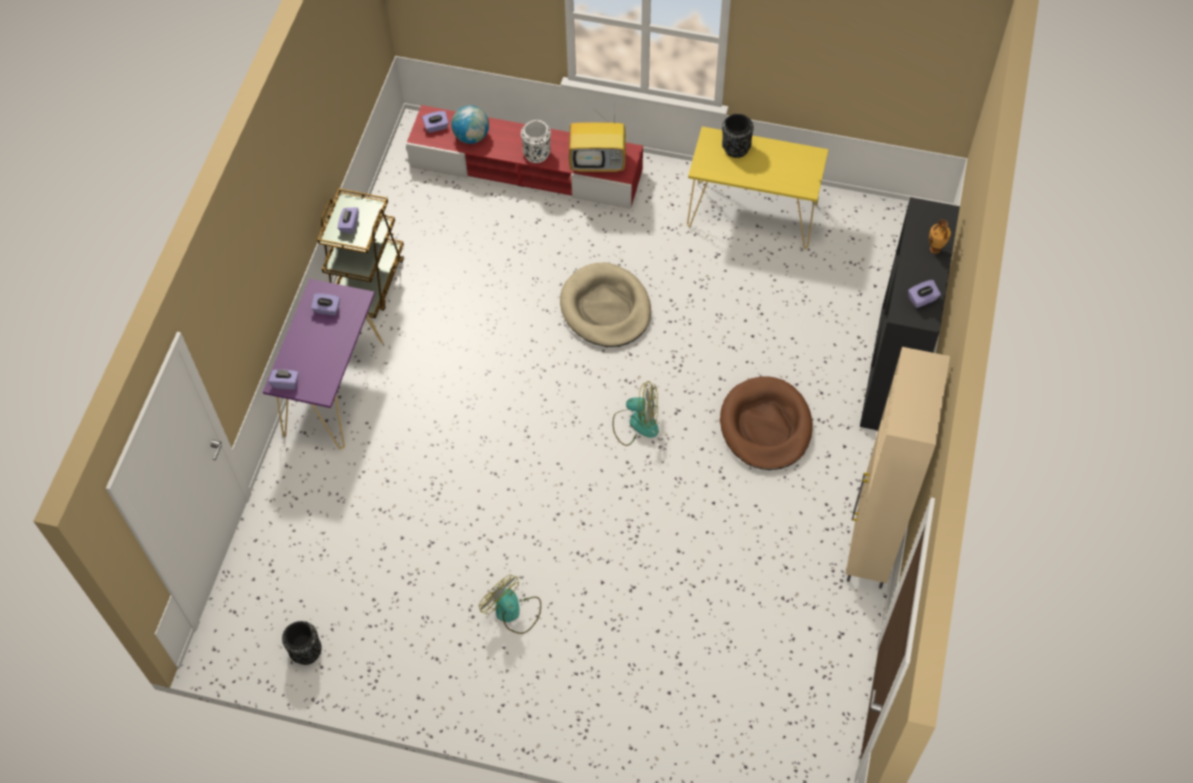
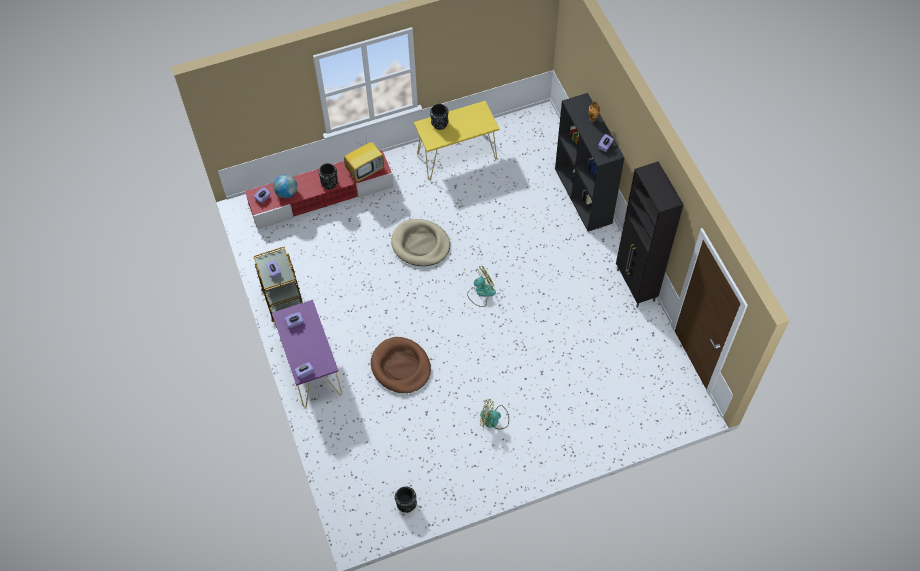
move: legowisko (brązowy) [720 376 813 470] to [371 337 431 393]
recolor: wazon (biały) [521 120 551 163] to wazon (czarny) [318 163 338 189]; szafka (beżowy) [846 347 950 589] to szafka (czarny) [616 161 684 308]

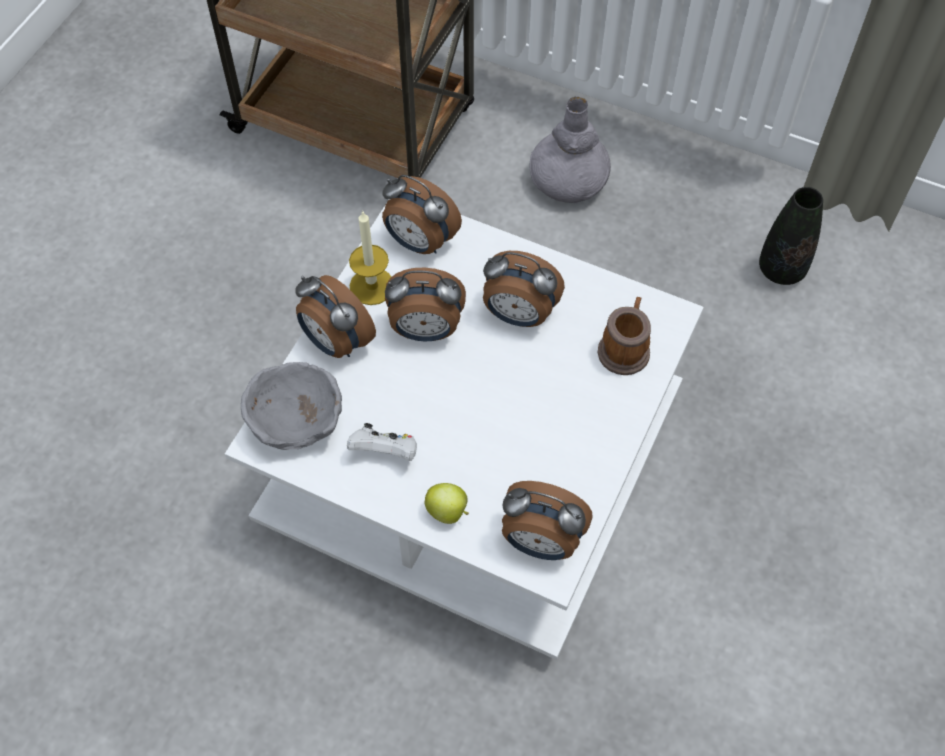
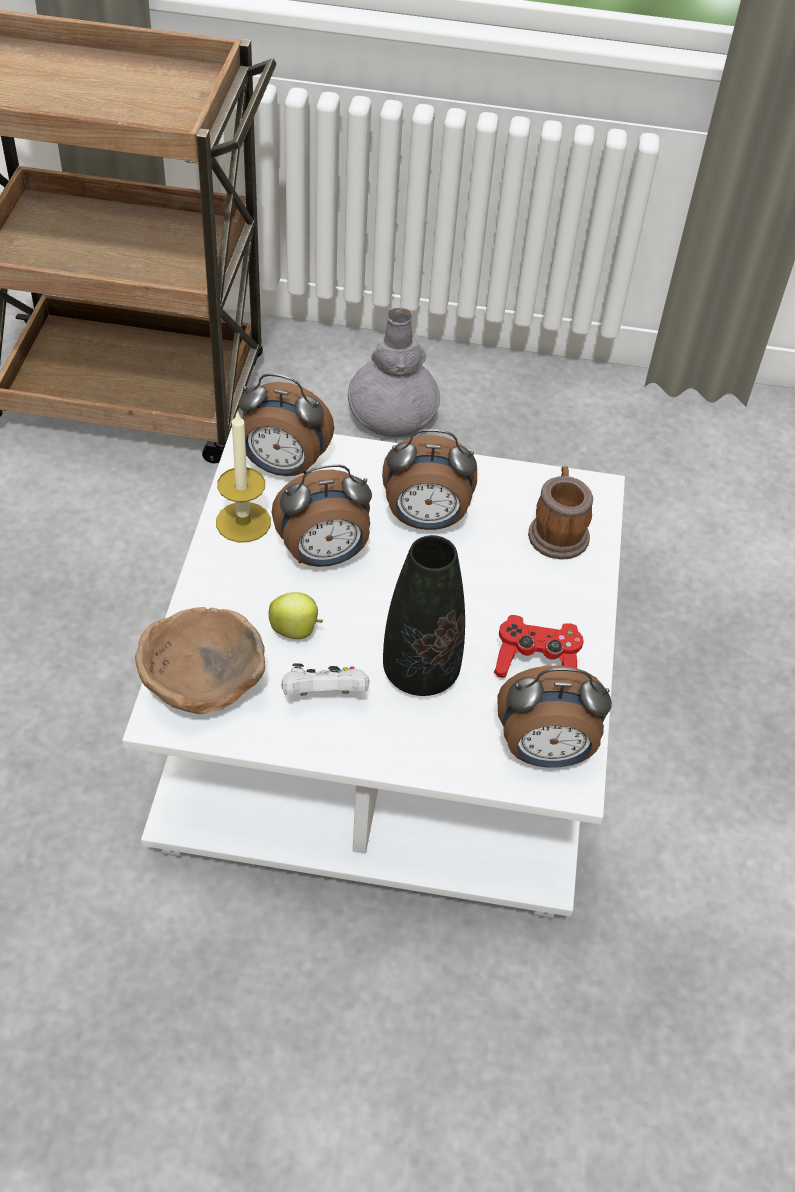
delete: budzik [295 275 376 358]
insert: pad do gier (czerwony) [494 615 583 678]
move: jabłko [425 483 469 524] to [268 592 323 639]; wazon (czarny) [759 187 823 285] to [383 535 465 696]
recolor: miska (szary) [241 362 342 450] to miska (brązowy) [135 607 265 714]

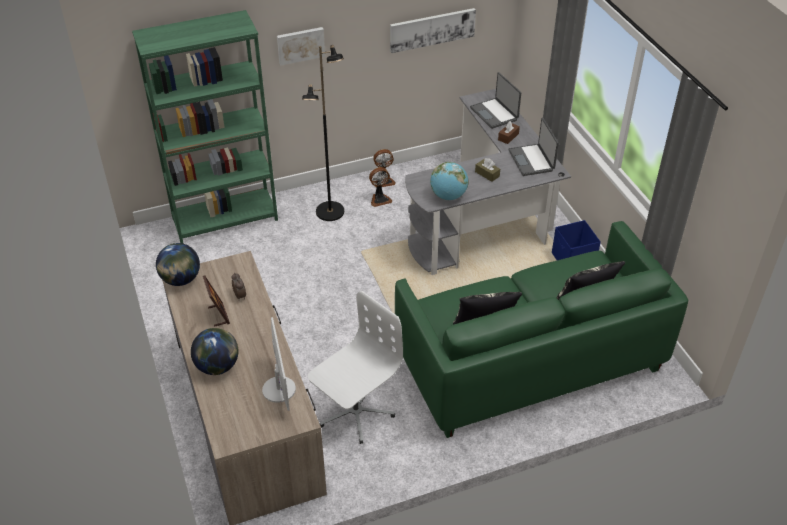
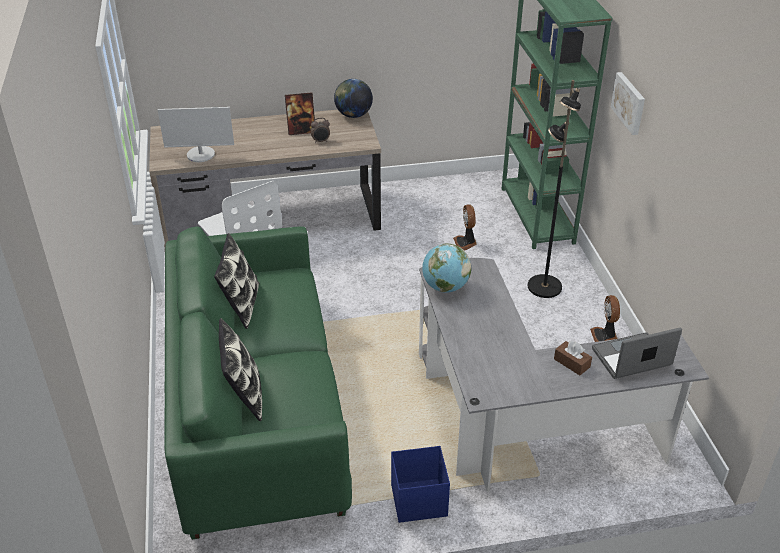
delete: globus [191 328 239 375]; obraz [390 8 476 53]; pudełko chusteczek (brązowy) [475 158 500 182]; laptop [508 118 559 176]
move: wentylator [369 167 392 207] to [453 204 477 251]

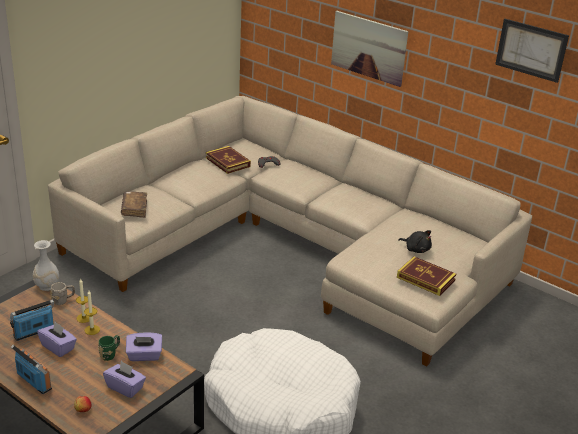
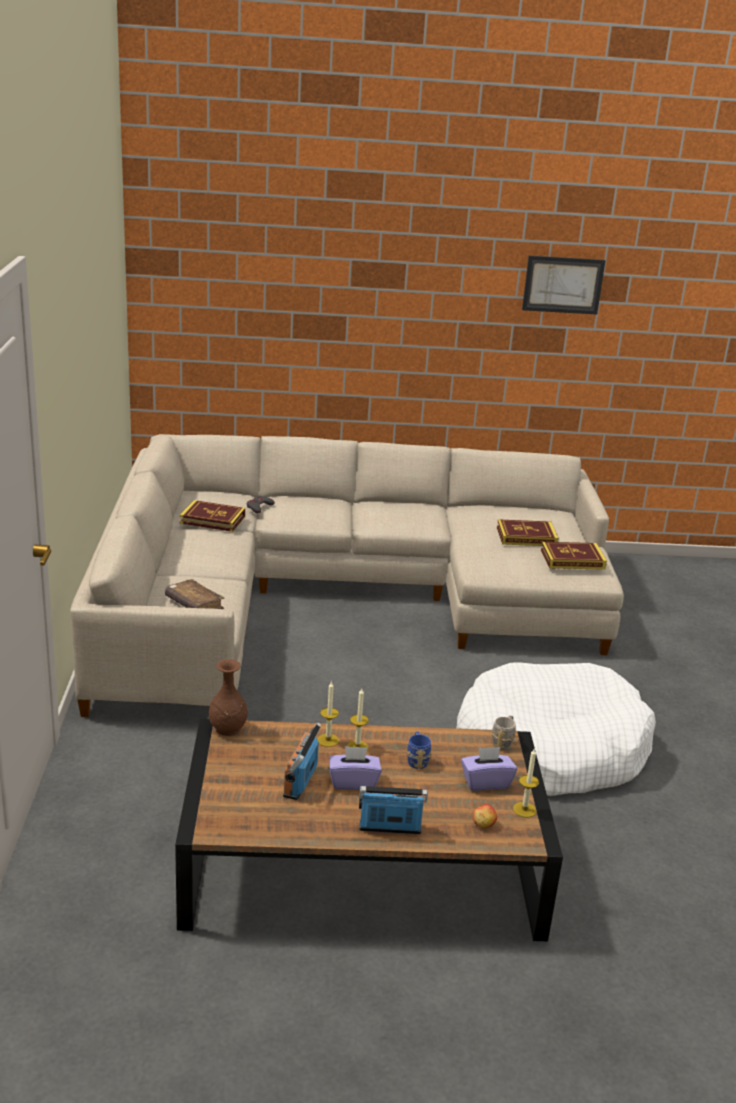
delete: pudełko chusteczek (fioletowy) [126 333 162 361]; obraz [331 11 408 87]
insert: świeca [513 749 539 818]
move: kubek (szary) [50 282 75 305] to [492 715 516 750]
replace: pluszak (czarny) [398 230 432 253] to książka [497 519 558 546]
recolor: wazon (biały) [33 240 59 291] to wazon (brązowy) [209 659 247 736]; kubek (zielony) [98 335 120 361] to kubek (niebieski) [407 732 431 769]

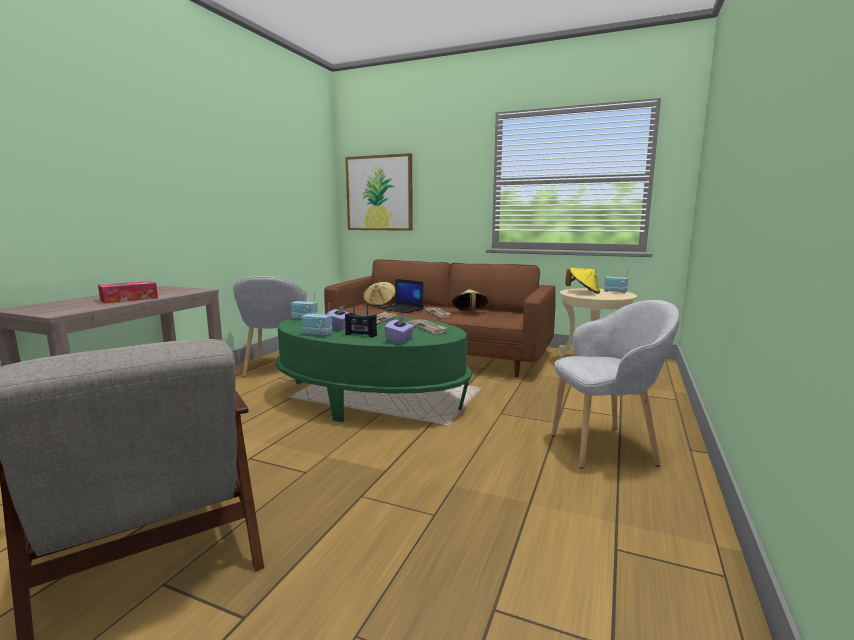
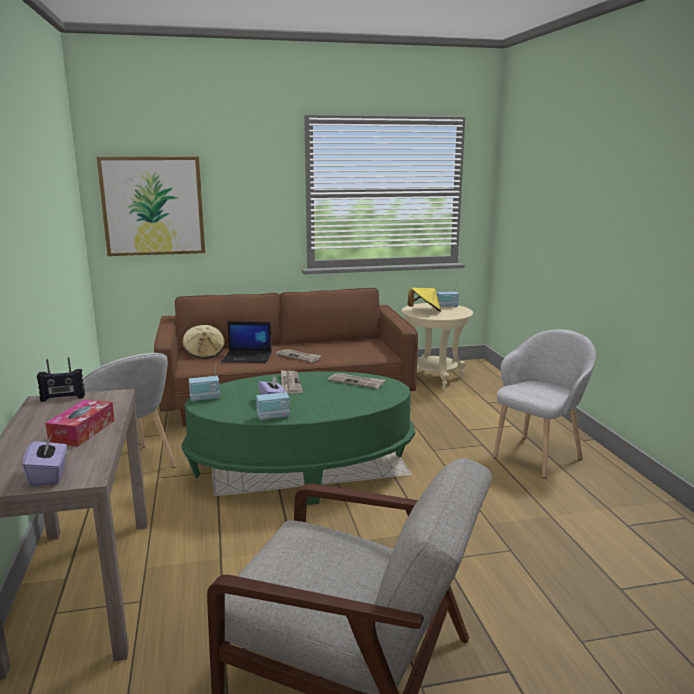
delete: kapelusz (beżowy) [452 289 489 310]
move: radio [345 303 377 337] to [37 357 85 402]; pudełko chusteczek (fioletowy) [384 315 415 344] to [22 435 67 487]

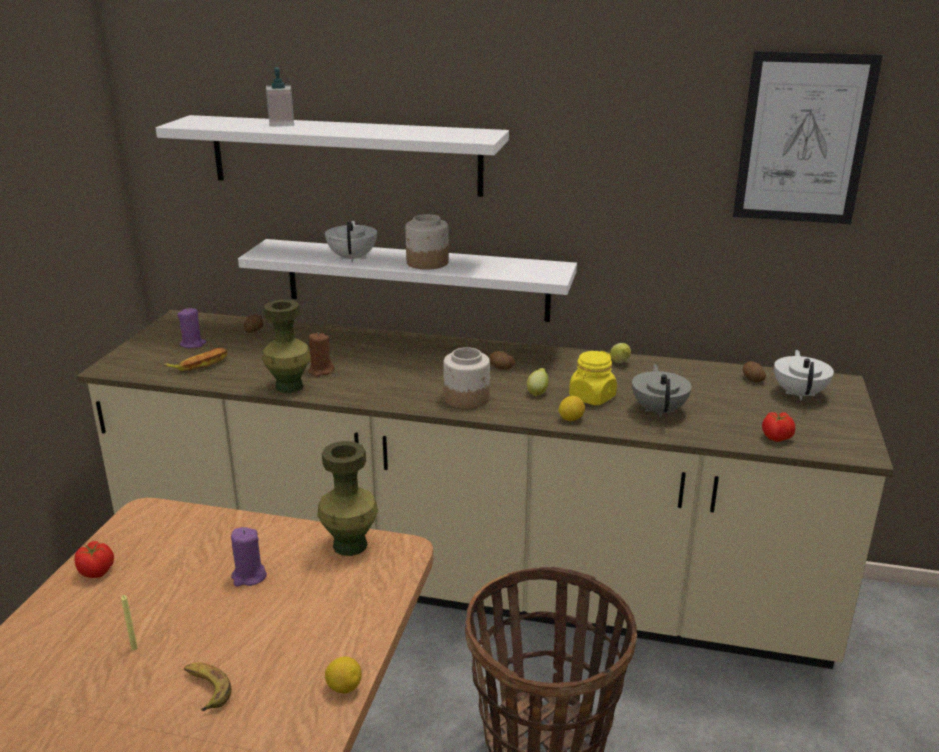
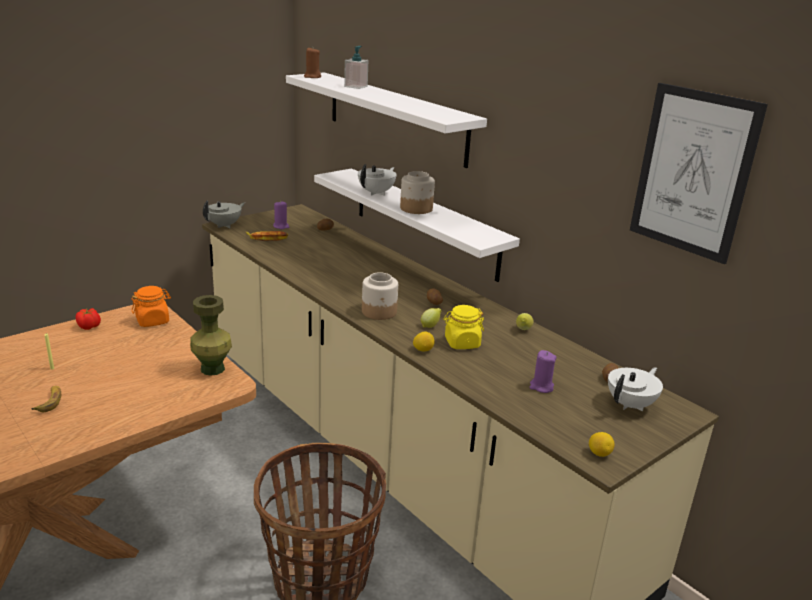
delete: wazon (zielony) [262 299 311 393]; pomidor [762 411 795 442]
insert: słoik (pomarańczowy) [131 286 171 327]
move: świeca (fioletowy) [231 527 267 587] to [530 350 556 393]; świeca (brązowy) [308 332 334 377] to [304 48 321 78]; cytryna [325 657 362 693] to [589 432 615 457]; imbryk (szary) [632 364 692 418] to [203 200 245 228]

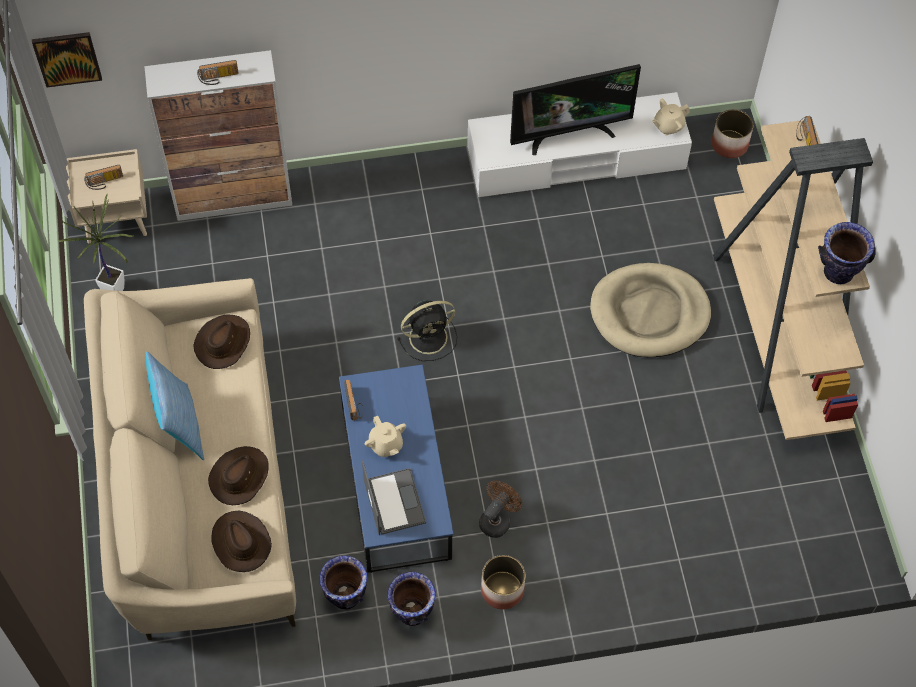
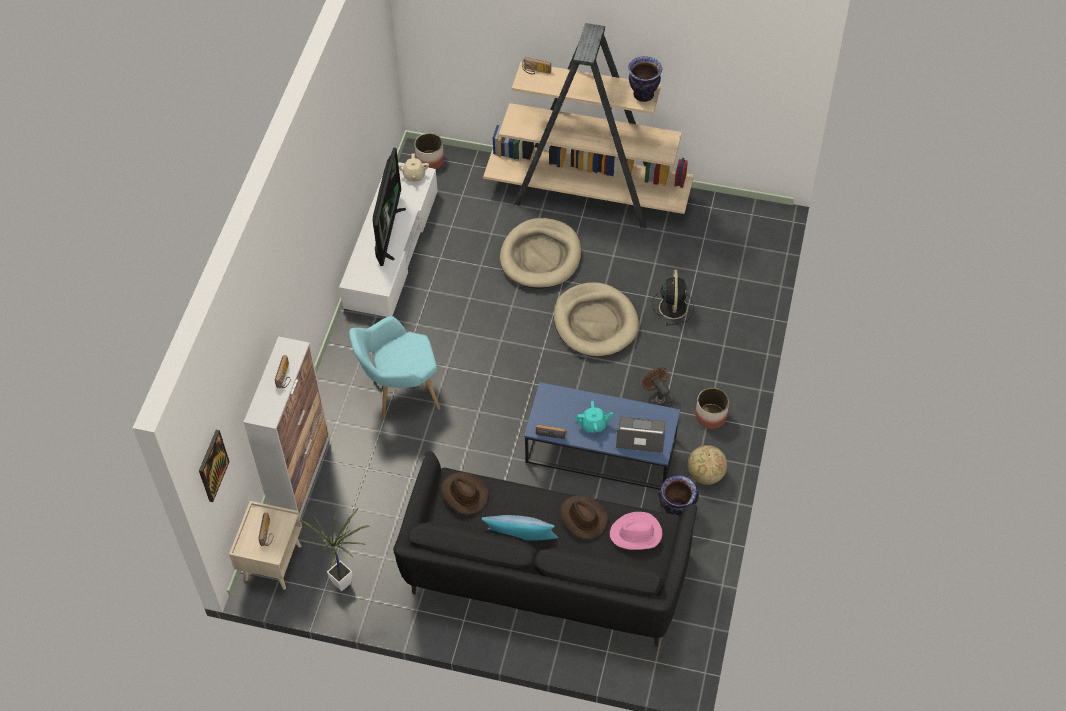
insert: fotel (turkusowy) [349 316 440 419]; legowisko (beżowy) [554 282 639 357]
move: wentylator (czarny) [397 300 457 361] to [652 270 694 325]
replace: wazon [387 572 436 626] to globus [687 445 727 485]
recolor: kanapa (beżowy) [84 278 296 641] to kanapa (czarny) [393 451 697 647]; kapelusz (brązowy) [211 510 272 572] to kapelusz (różowy) [610 512 662 550]; imbryk (beżowy) [365 416 406 457] to imbryk (turkusowy) [576 401 613 433]

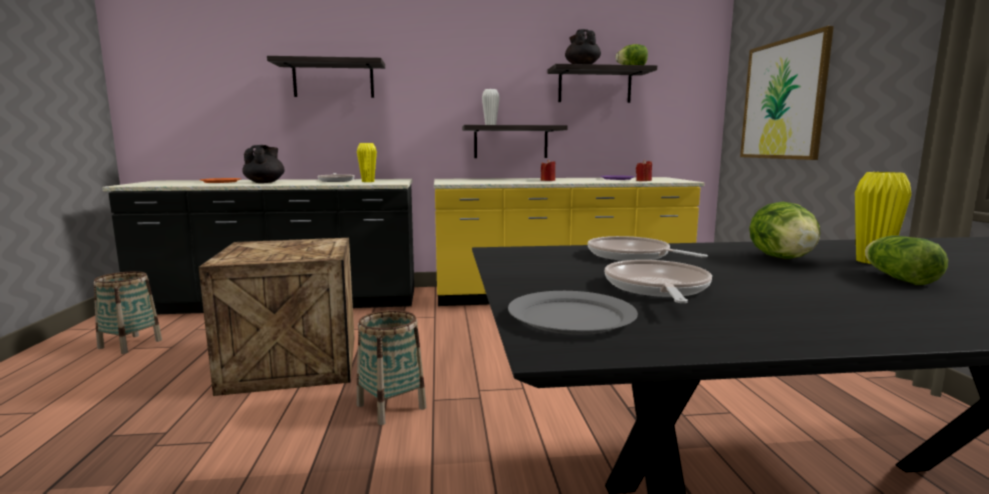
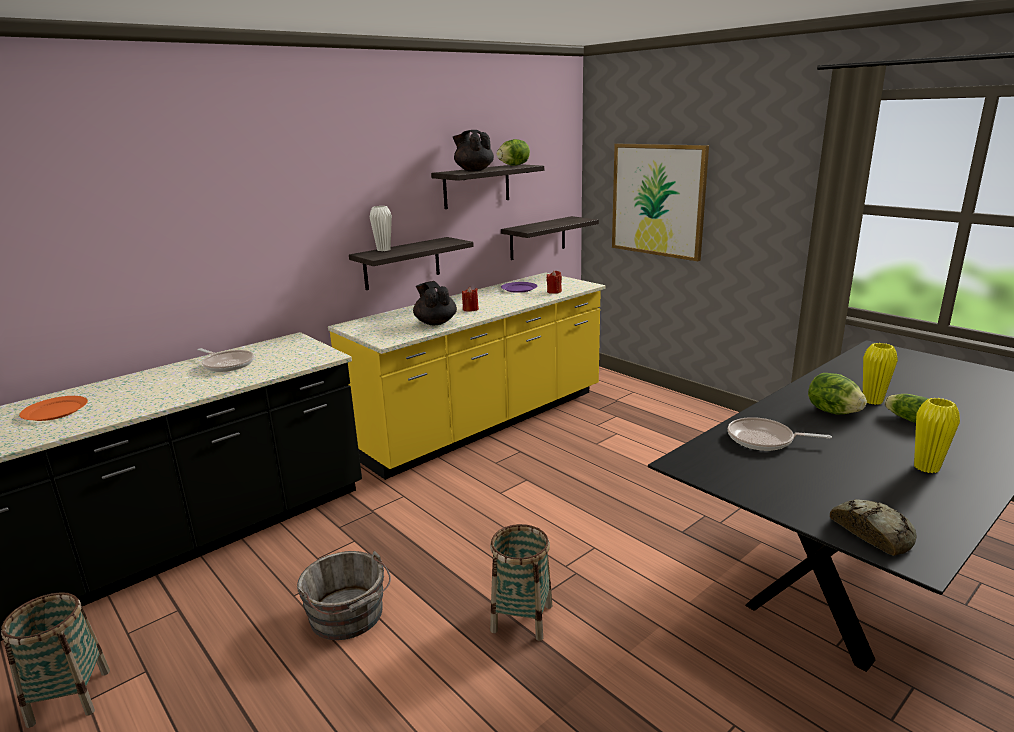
delete: patelnia [605 260 712 303]
move: imbryk (czarny) [242 145 285 183] to [413 281 457 325]; półka [267 56 385 98] to [501 216 599 260]; wazon (żółty) [357 143 377 182] to [914 398 960 473]
replace: skrzynka [199 238 355 396] to wiadro (szary) [297 551 391 640]; talerz (szary) [508 291 638 335] to chleb [830 499 917 556]

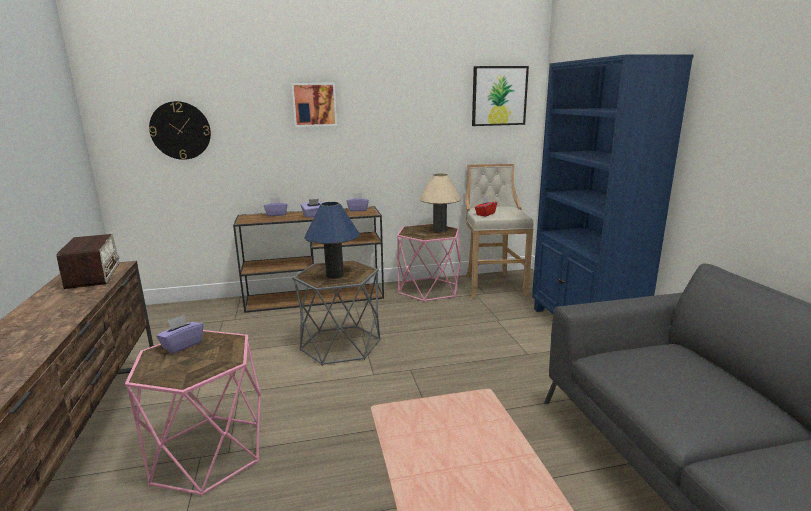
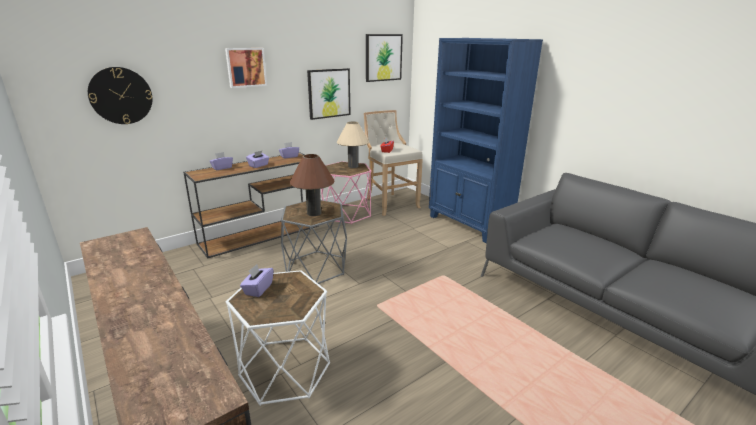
delete: radio [57 234 119 289]
insert: obraz [307 68 351 120]
recolor: stolik (różowy) [125 330 261 497] to stolik (biały) [226 270 330 406]; lampa stołowa (niebieski) [305 202 359 279] to lampa stołowa (brązowy) [290 154 335 216]

